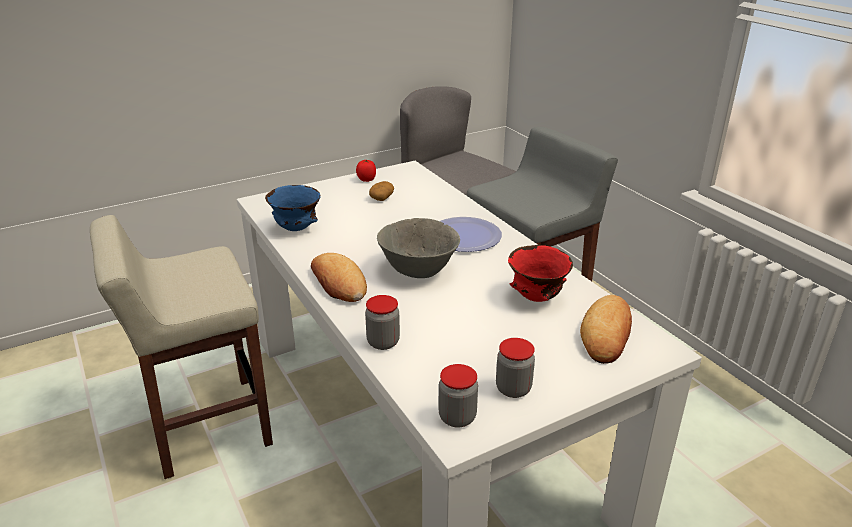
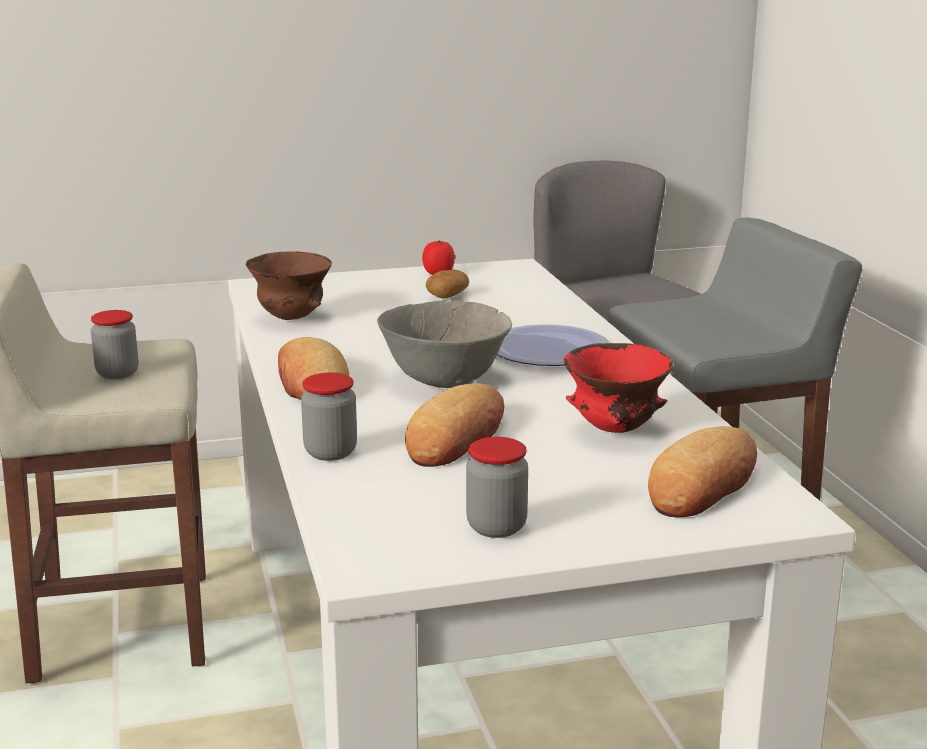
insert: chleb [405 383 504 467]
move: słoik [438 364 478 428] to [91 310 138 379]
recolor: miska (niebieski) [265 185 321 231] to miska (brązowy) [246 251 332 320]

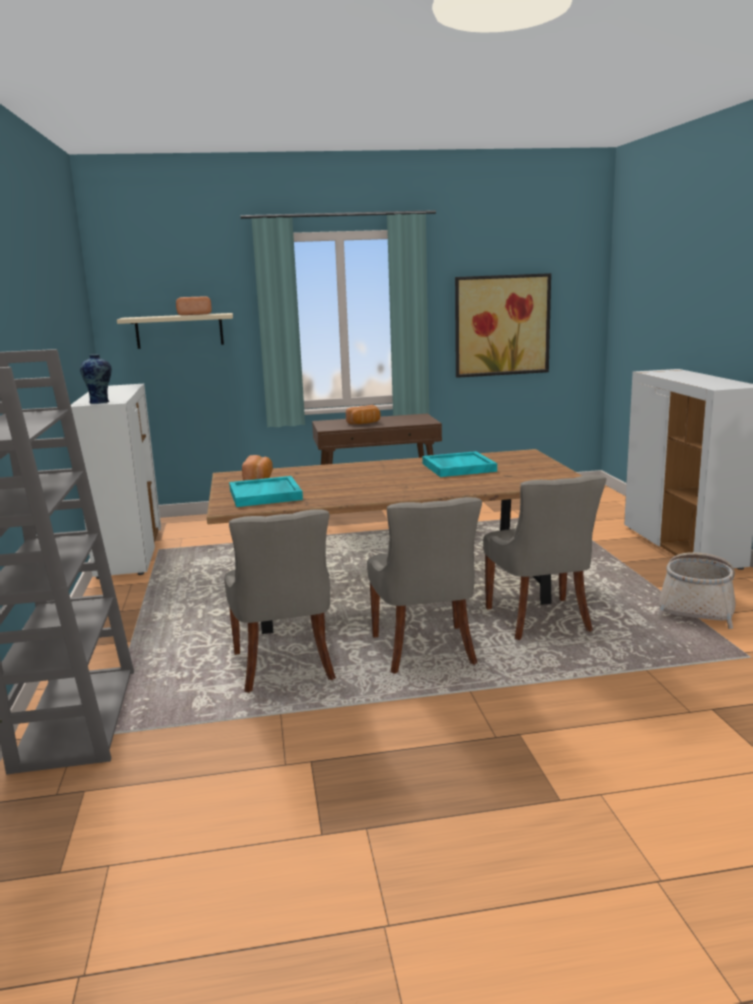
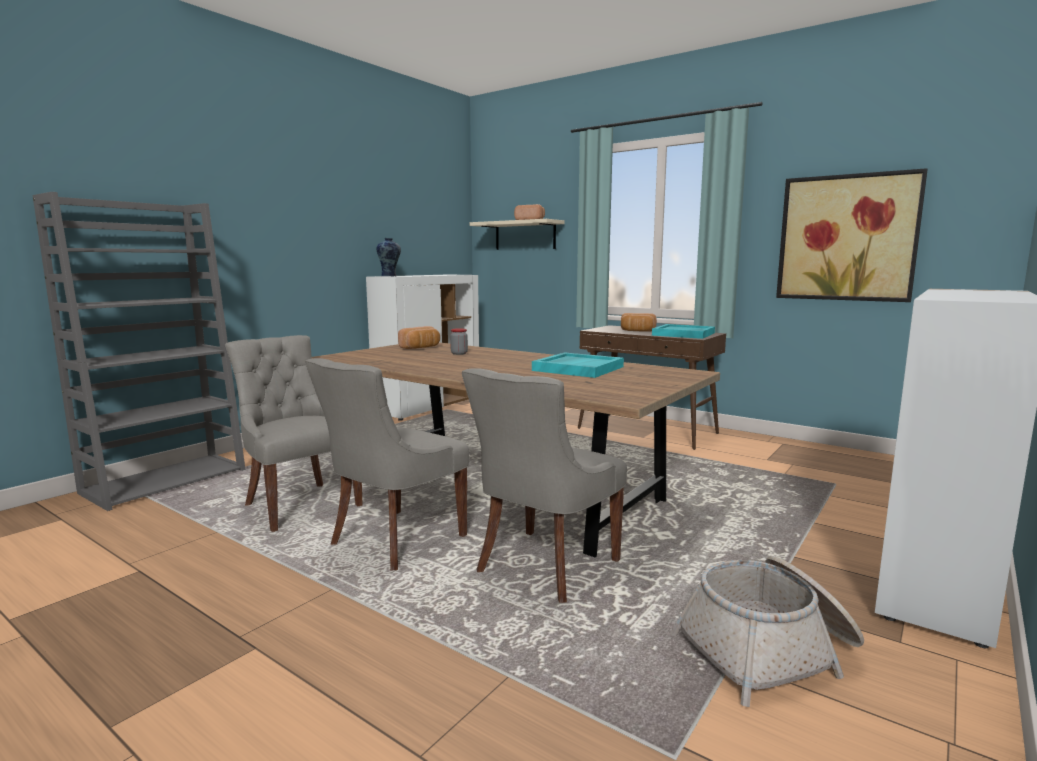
insert: słoik [450 328 468 355]
move: taca (turkusowy) [229 476 303 507] to [652 324 715 339]
rotate: krzesło (szary) [224 510 336 693] = [225 335 363 532] 105 degrees clockwise

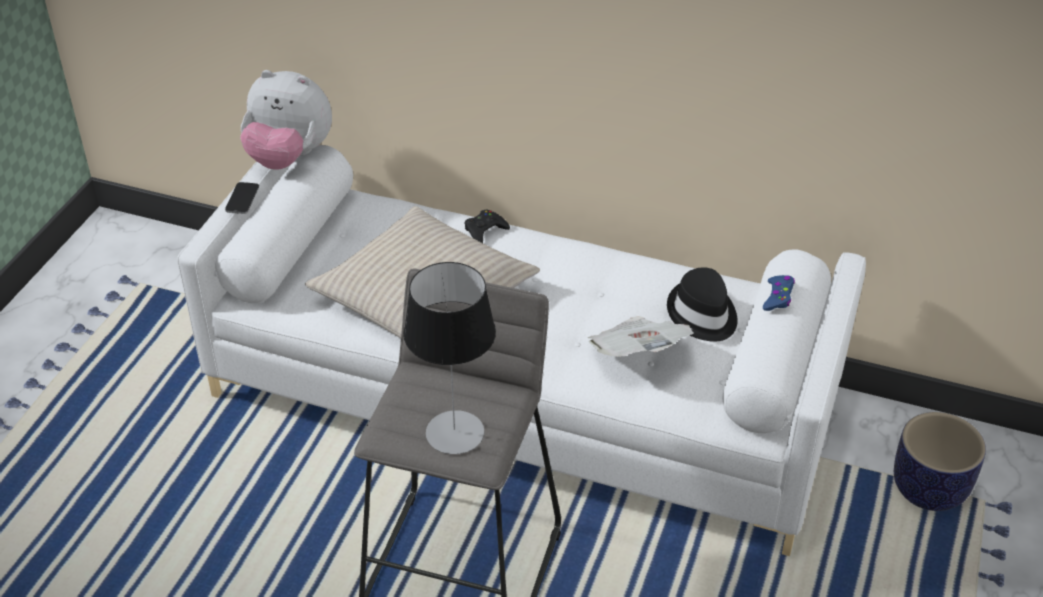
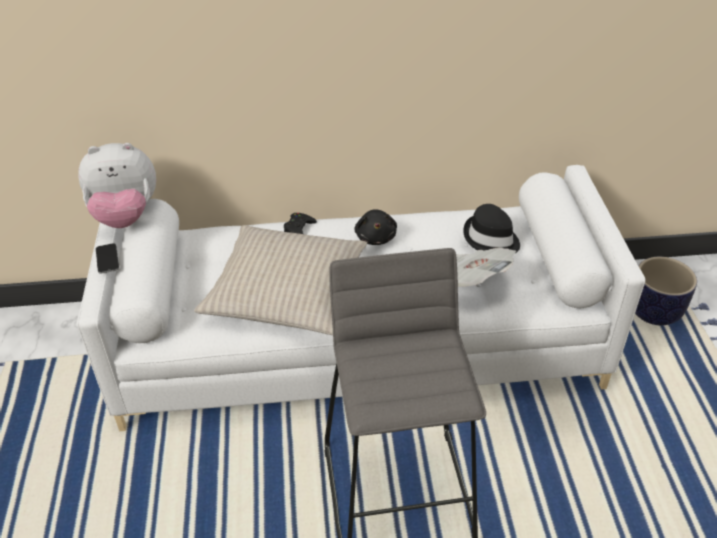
delete: lampa stołowa [403 262 496 454]; pad do gier (niebieski) [763 275 795 311]
insert: pluszak (czarny) [354 209 397 245]

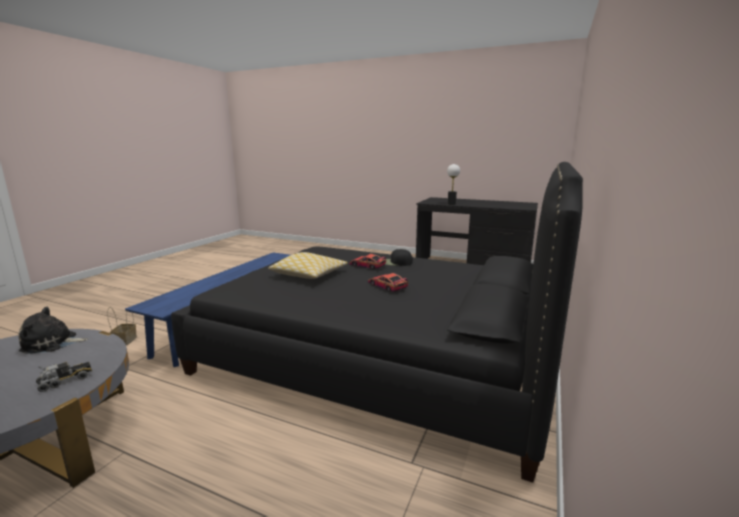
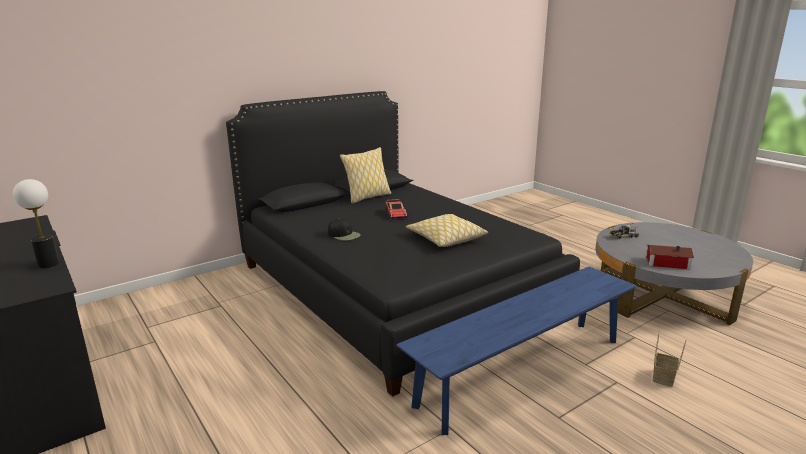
delete: samochodzik [349 254 386 269]
insert: poduszka [340 147 391 204]
replace: pluszak [18 307 88 354] to domek [646 245 694 269]

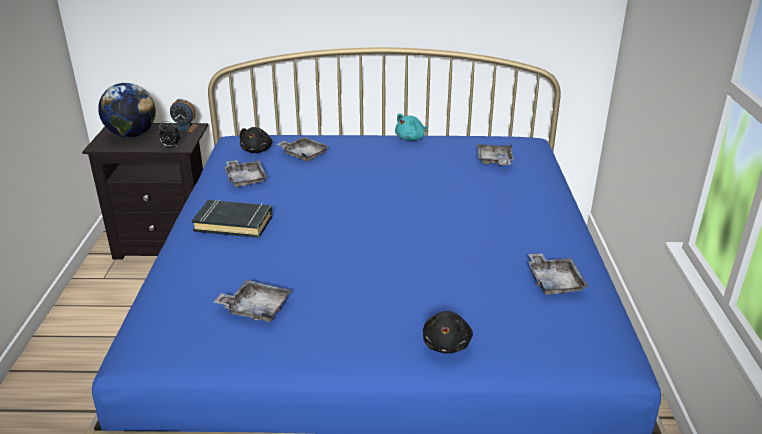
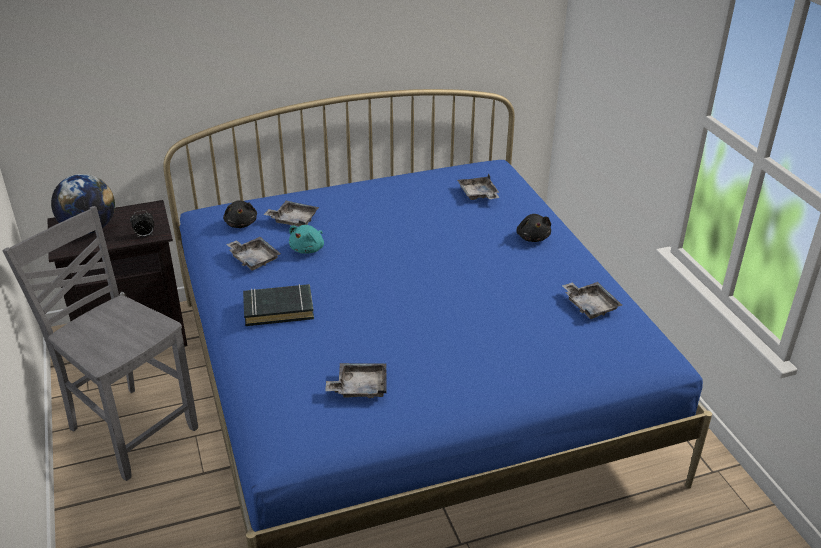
delete: budzik [170 99 198 132]
insert: krzesło (szary) [2 206 198 481]
move: pluszak (turkusowy) [395 113 428 141] to [289 225 324 254]; pluszak (czarny) [423 311 473 353] to [516 214 551 242]

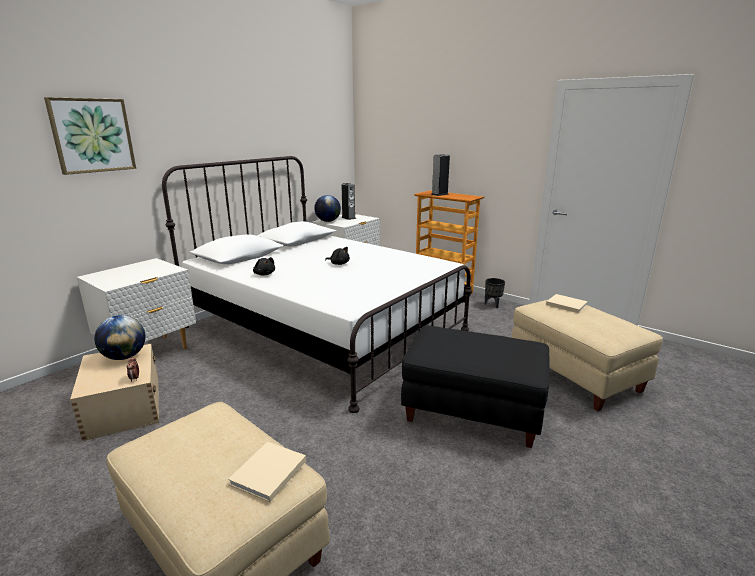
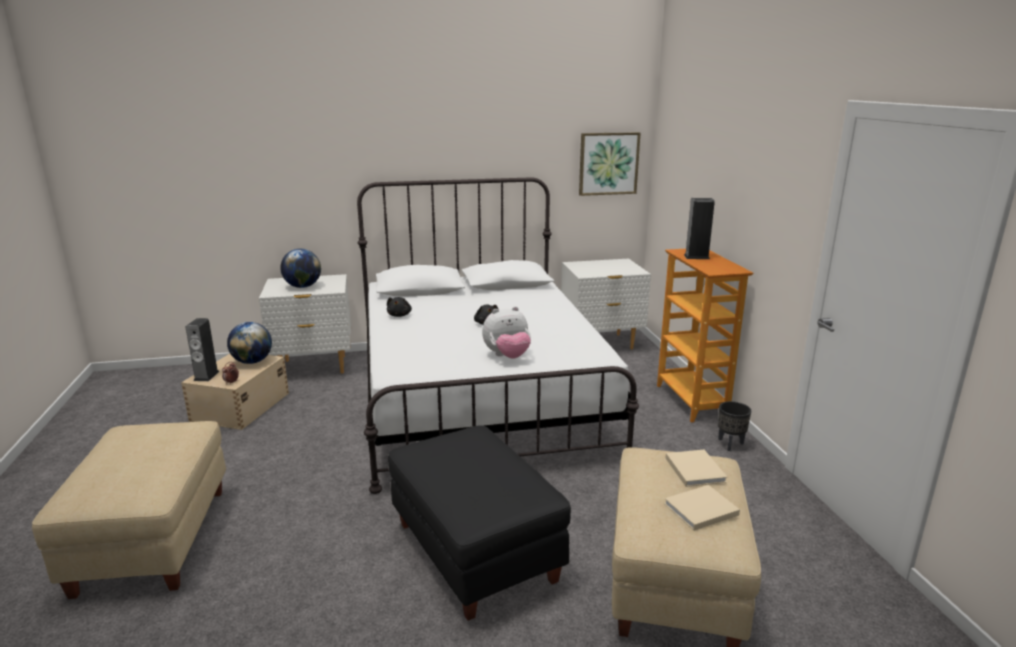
insert: pluszak [482 306 531 359]
move: obraz [44 97 136 175] to [579 132 641 196]; książka (beżowy) [228 442 306 502] to [664 485 740 531]; globus [314 195 341 222] to [280 249 321 288]; głośnik [341 183 356 220] to [185 318 219 381]

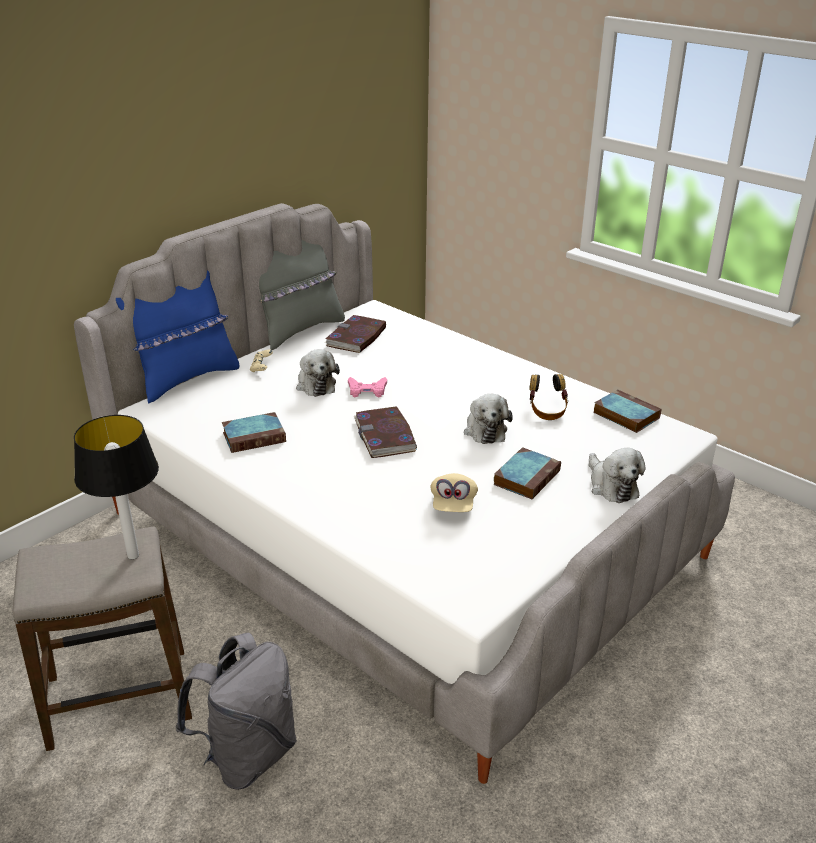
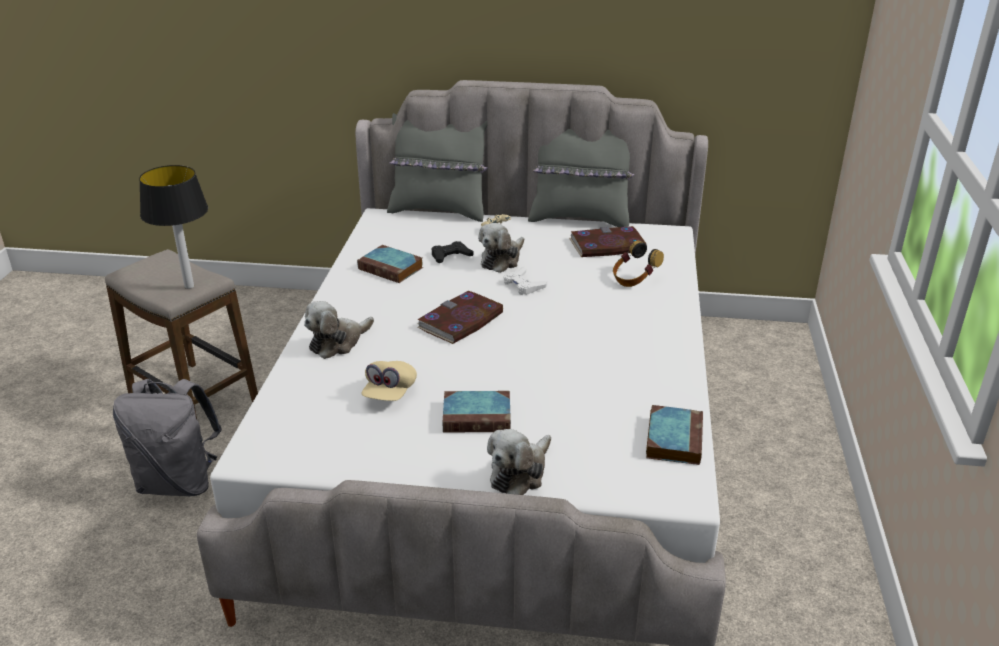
insert: pad do gier (czarny) [432 241 474 263]
move: pluszak [464 394 513 444] to [304 301 374 359]; słuchawki [529 374 568 420] to [613 240 664 287]
recolor: poduszka (niebieski) [116 270 239 404] to poduszka (szary) [387 113 488 222]; pad do gier (różowy) [348 377 387 397] to pad do gier (biały) [503 266 547 295]
rotate: czapka z daszkiem (beżowy) [430 473 478 512] = [361 361 417 401] 45 degrees counterclockwise

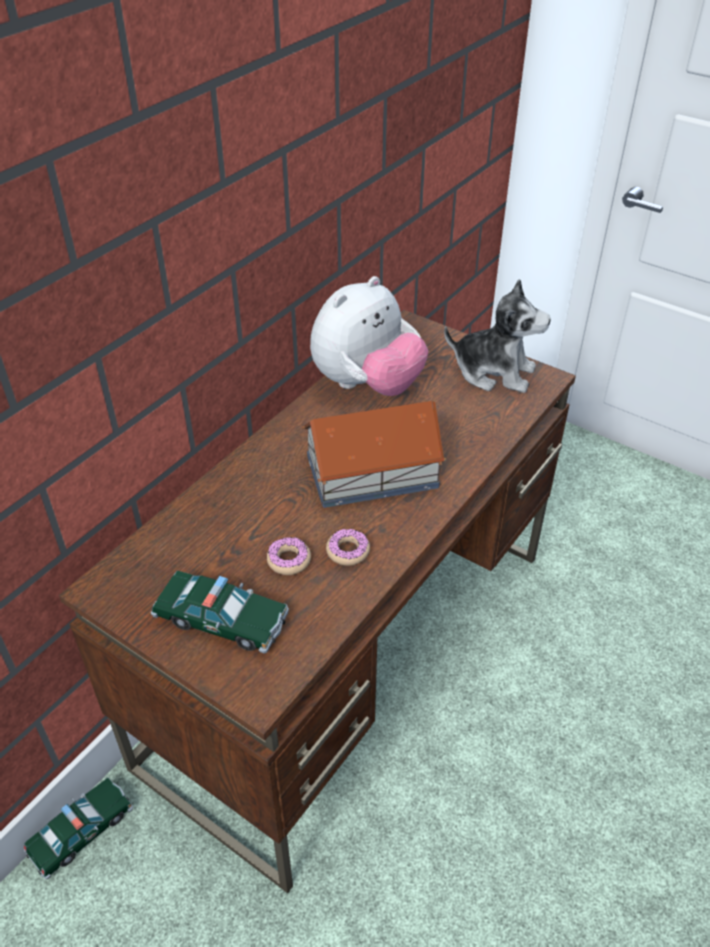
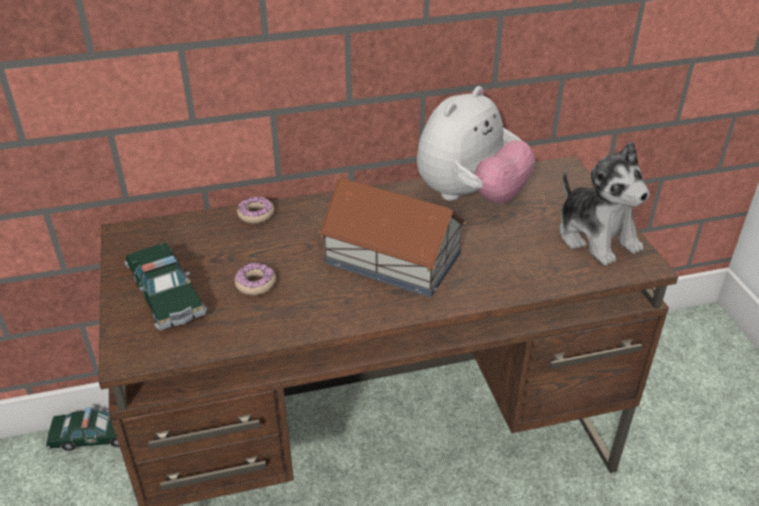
move: donut [326 529 370 566] to [237 196 274 224]
rotate: pluszak [310 276 428 396] = [417 86 535 204] 45 degrees counterclockwise

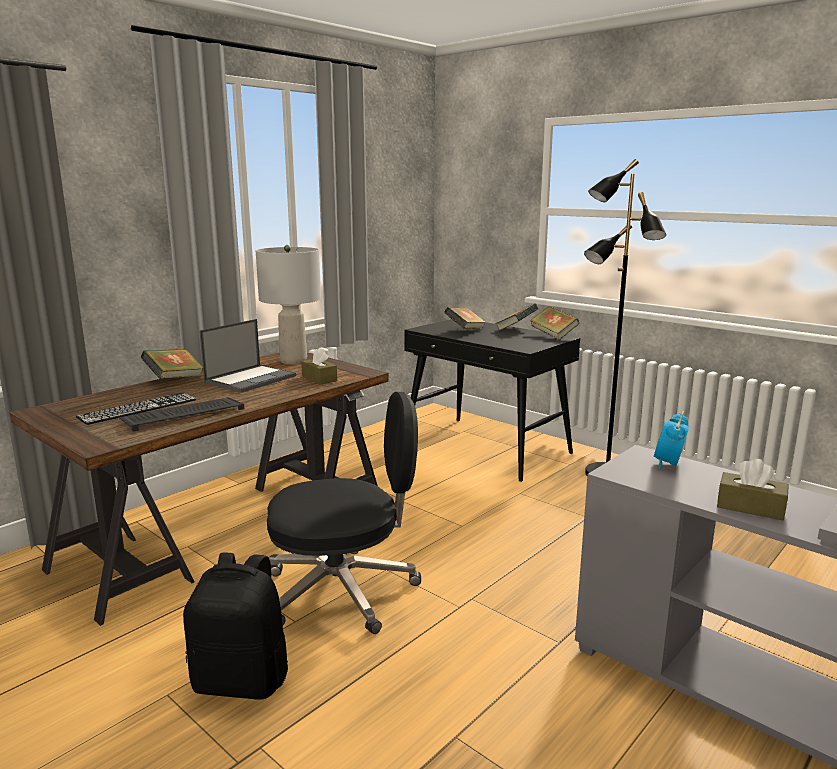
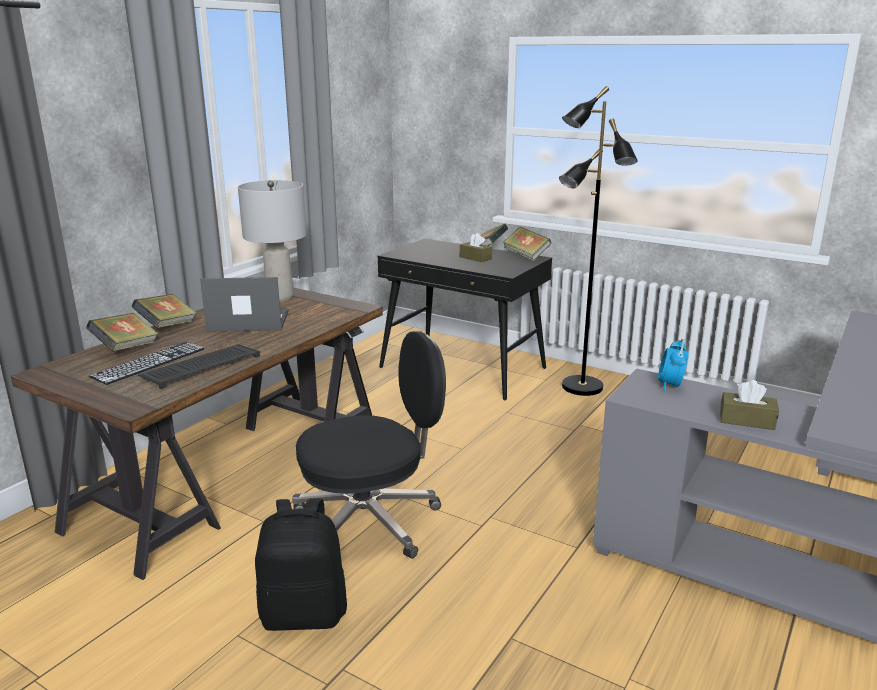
move: pudełko chusteczek (brązowy) [301 348 337 385] to [460 233 492 262]; książka [444 307 486 329] to [86 313 158 351]
rotate: laptop [199 319 296 393] = [200 277 289 332] 120 degrees counterclockwise

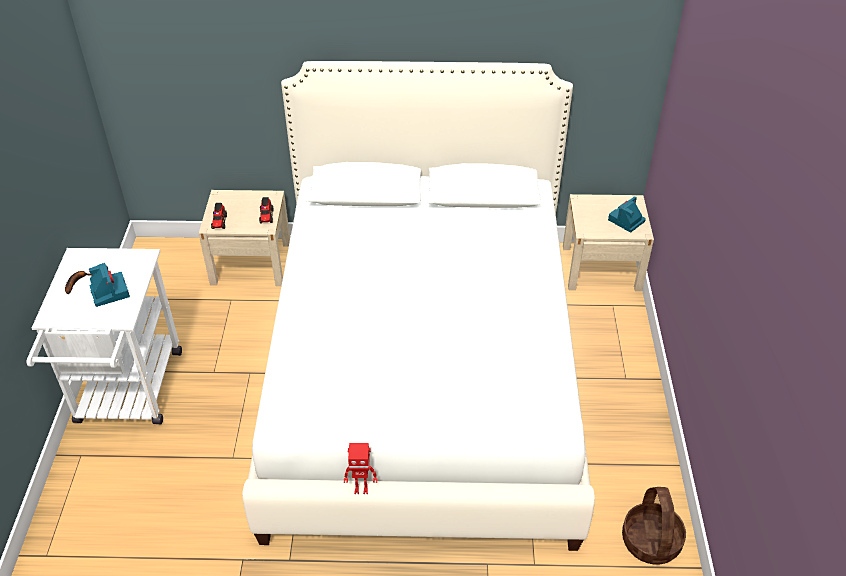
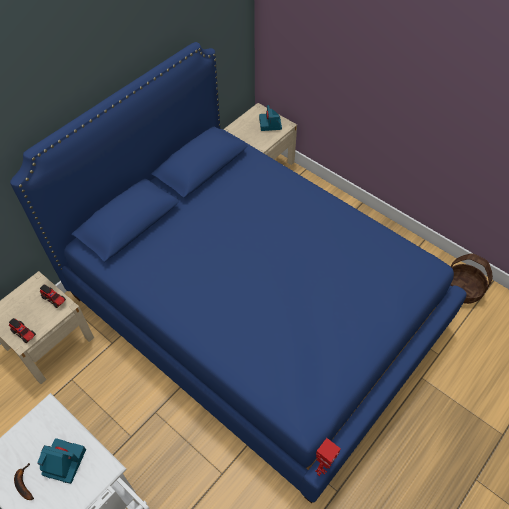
move: robot zabawkowy [344 443 377 494] to [316 438 341 476]
recolor: łóżko (biały) [242 61 595 551] to łóżko (niebieski) [10 42 467 503]

